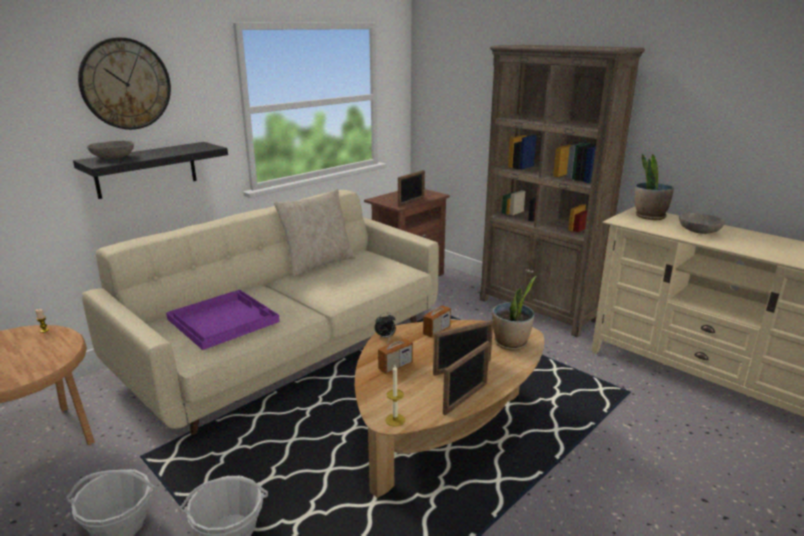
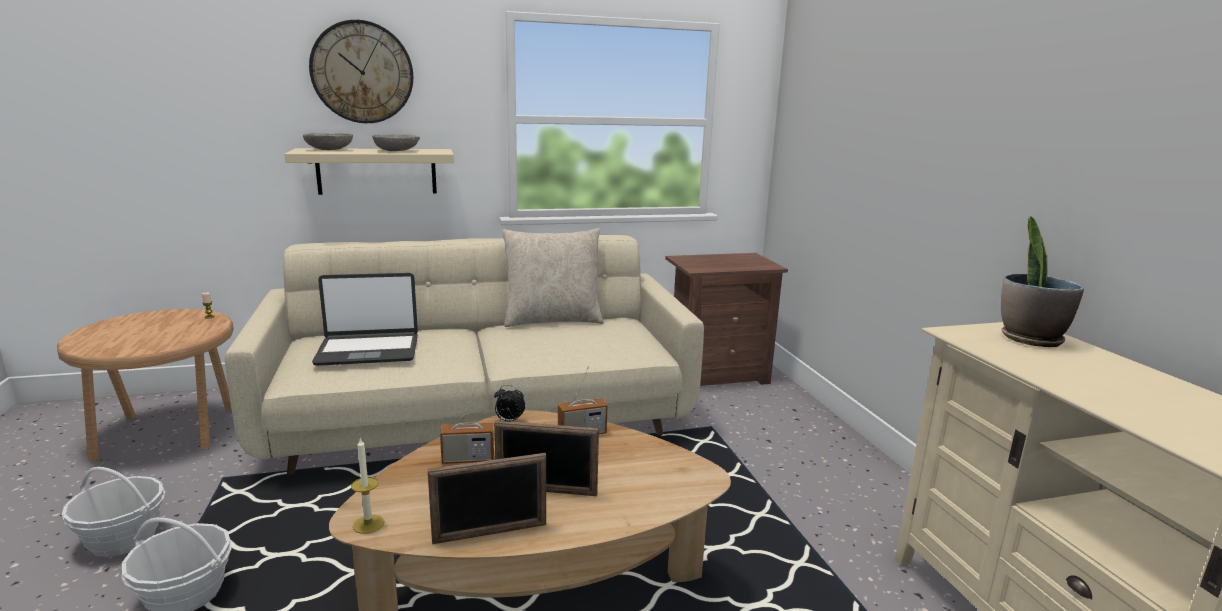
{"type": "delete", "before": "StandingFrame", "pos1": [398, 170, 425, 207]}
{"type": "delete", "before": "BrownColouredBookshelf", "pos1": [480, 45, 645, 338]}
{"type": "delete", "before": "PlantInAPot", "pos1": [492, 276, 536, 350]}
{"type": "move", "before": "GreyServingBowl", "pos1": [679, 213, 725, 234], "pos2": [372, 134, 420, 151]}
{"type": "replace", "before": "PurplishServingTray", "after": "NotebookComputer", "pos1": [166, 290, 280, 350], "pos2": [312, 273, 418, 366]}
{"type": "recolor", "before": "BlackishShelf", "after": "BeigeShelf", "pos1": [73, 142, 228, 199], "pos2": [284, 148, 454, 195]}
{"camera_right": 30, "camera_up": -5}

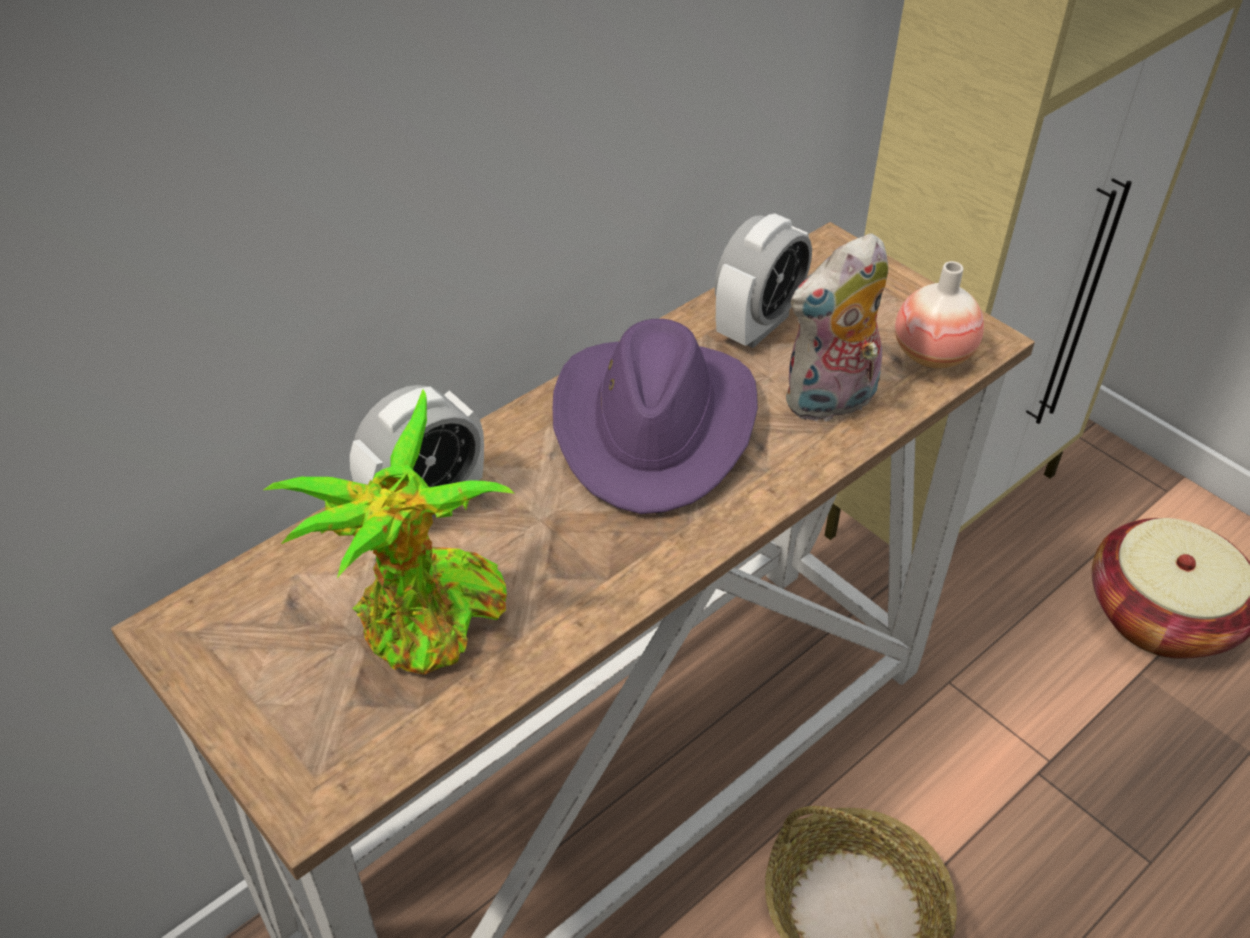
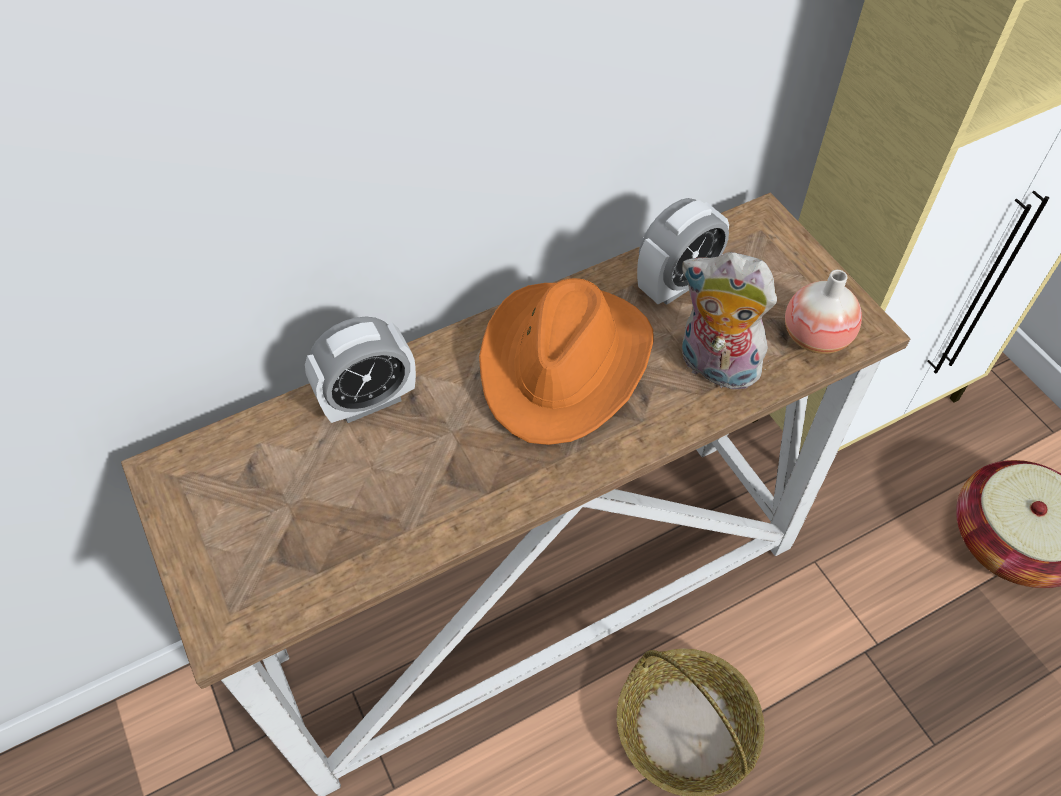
{"type": "delete", "before": "PlantInAPot", "pos1": [263, 389, 515, 675]}
{"type": "recolor", "before": "PurplishWearableHat", "after": "OrangeWearableHat", "pos1": [553, 319, 758, 514], "pos2": [479, 278, 654, 445]}
{"type": "rotate", "before": "PlushToy", "pos1": [786, 233, 888, 422], "pos2": [681, 252, 777, 389], "turn": 45}
{"camera_right": 15, "camera_up": 10}

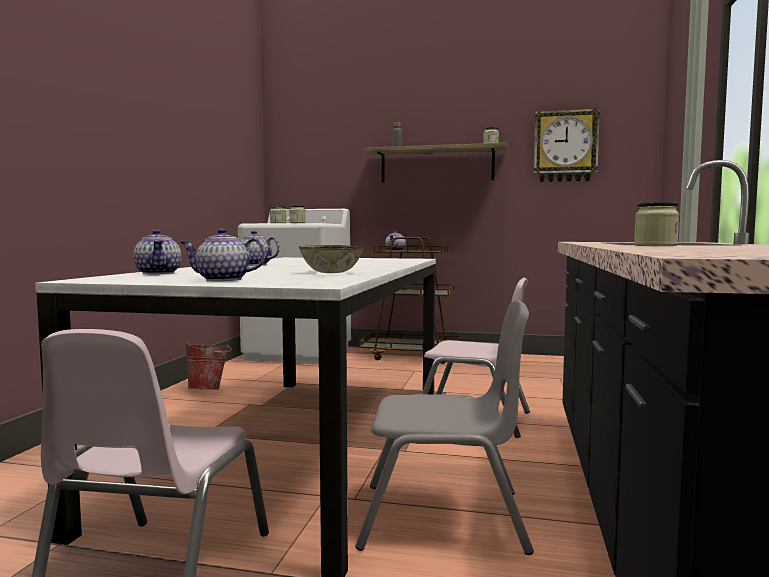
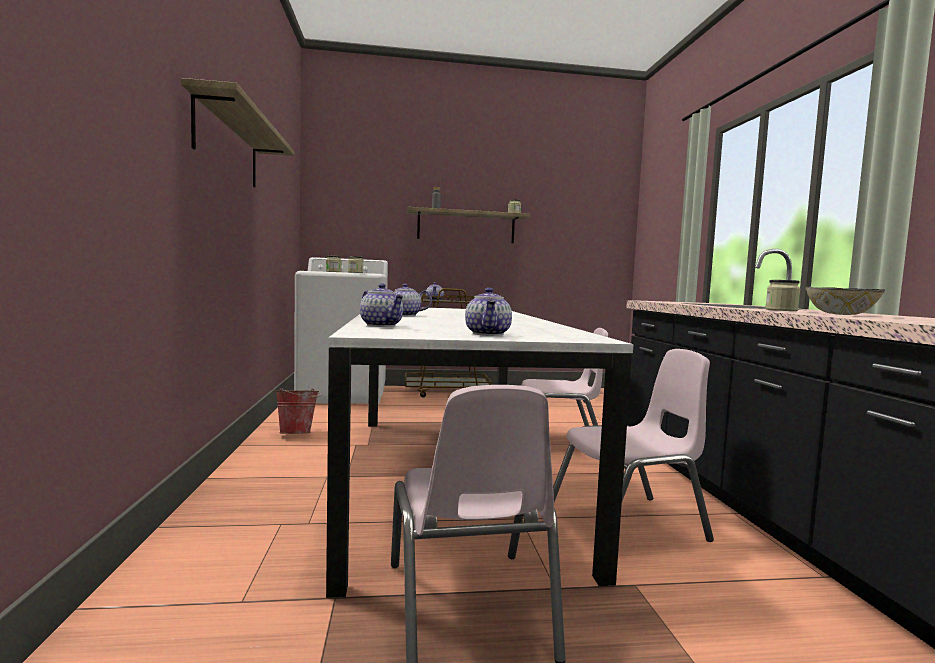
{"type": "delete", "before": "ClockOnTheWall", "pos1": [534, 108, 600, 182]}
{"type": "insert", "after": "Shelf", "pos2": [181, 78, 294, 187]}
{"type": "move", "before": "ServingBowl", "pos1": [299, 245, 364, 273], "pos2": [805, 287, 885, 315]}
{"type": "recolor", "before": "GreyChair", "after": "PinkColouredChair", "pos1": [355, 300, 534, 555], "pos2": [553, 349, 714, 542]}
{"type": "rotate", "before": "TeaPot", "pos1": [180, 228, 266, 281], "pos2": [465, 288, 512, 336], "turn": -75}
{"camera_right": -20, "camera_up": 0}

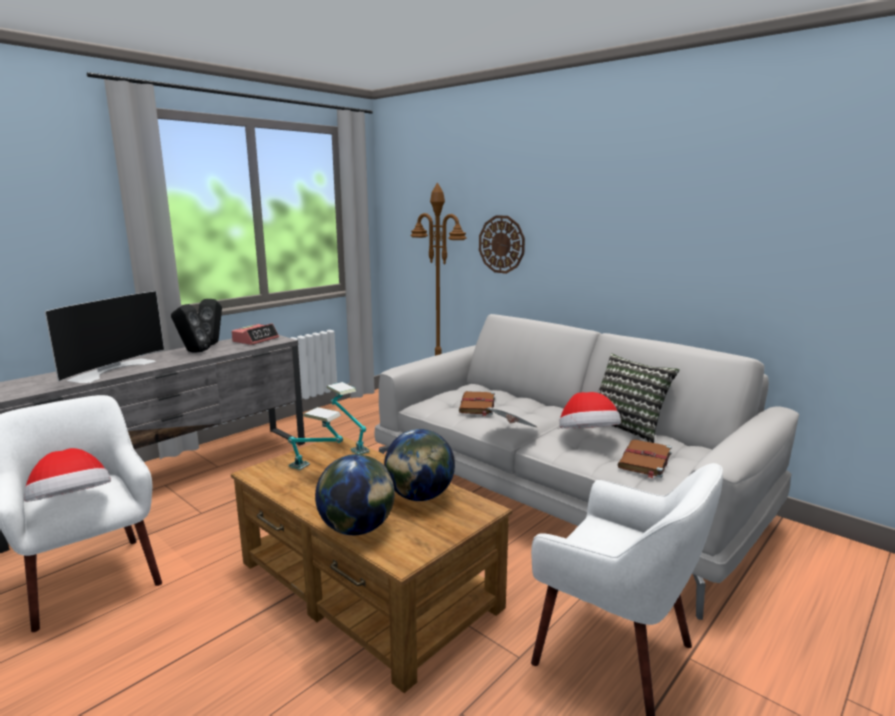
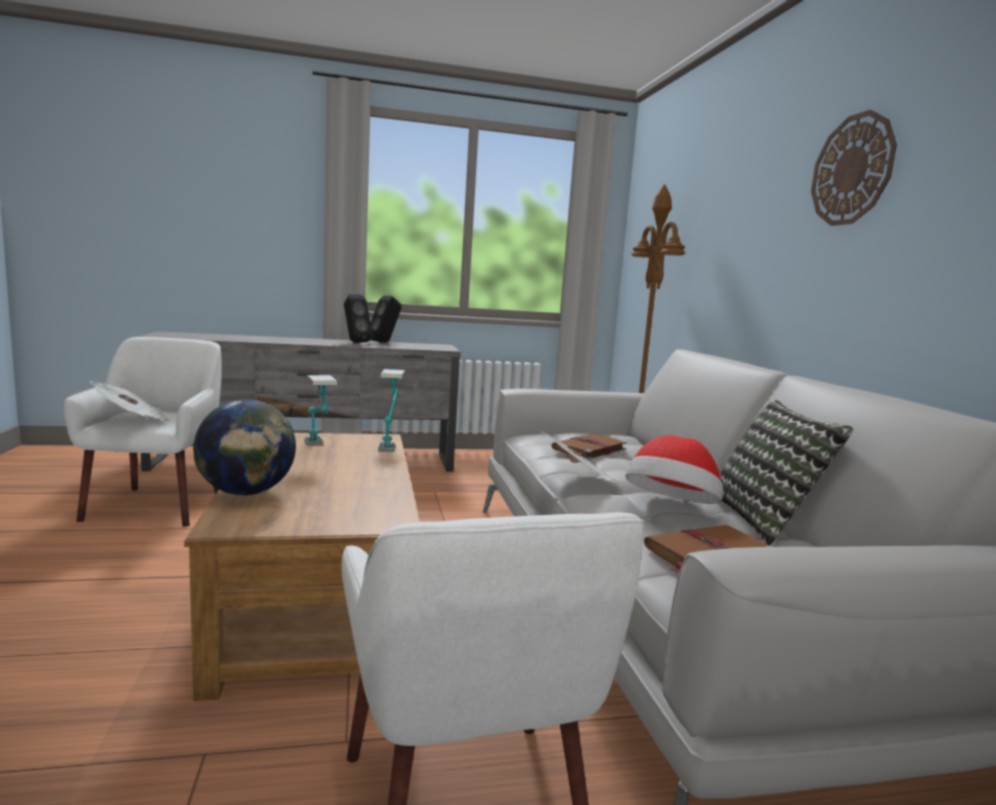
{"type": "delete", "before": "Television", "pos1": [44, 291, 164, 383]}
{"type": "delete", "before": "TableClock", "pos1": [231, 323, 279, 345]}
{"type": "delete", "before": "WorldGlobe", "pos1": [384, 429, 455, 501]}
{"type": "move", "before": "ClockOnTheWall", "pos1": [479, 215, 525, 274], "pos2": [811, 110, 897, 226]}
{"type": "replace", "before": "WearableHat", "after": "PrintedPaper", "pos1": [24, 448, 111, 502], "pos2": [89, 381, 170, 422]}
{"camera_right": 35, "camera_up": -5}

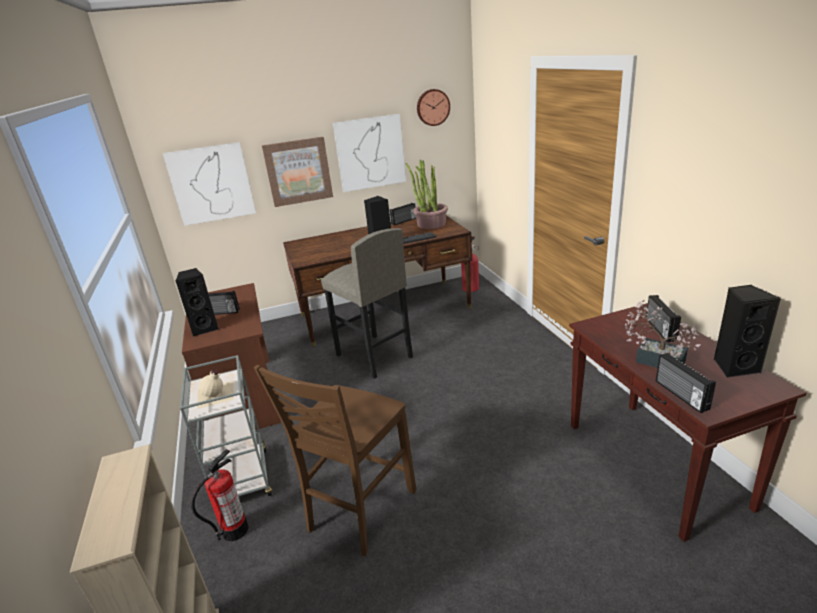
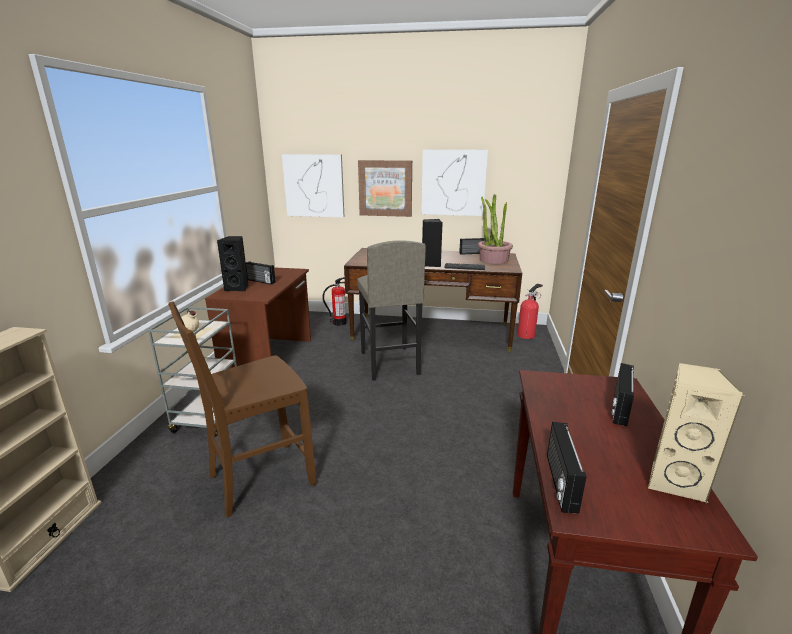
{"type": "delete", "before": "ClockOnTheWall", "pos1": [417, 89, 450, 126]}
{"type": "delete", "before": "PlantInAPot", "pos1": [625, 300, 701, 368]}
{"type": "move", "before": "Extinguisher", "pos1": [191, 449, 249, 541], "pos2": [322, 277, 347, 326]}
{"type": "recolor", "before": "BlackishLoudspeaker", "after": "BeigeLoudspeaker", "pos1": [714, 285, 781, 378], "pos2": [648, 363, 744, 503]}
{"camera_right": 25, "camera_up": -5}

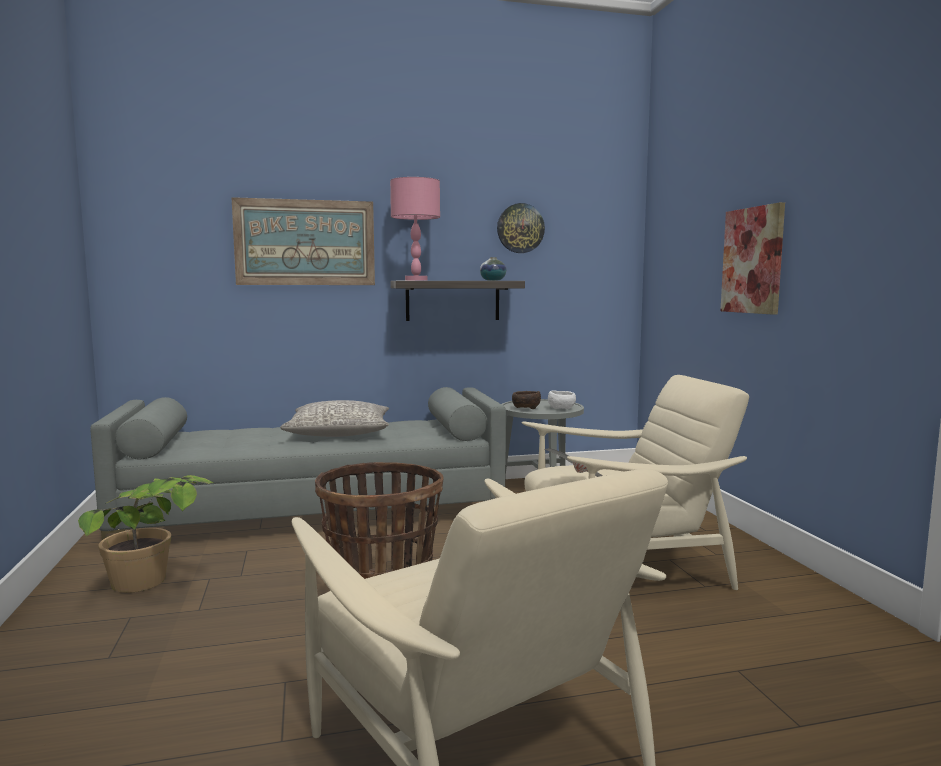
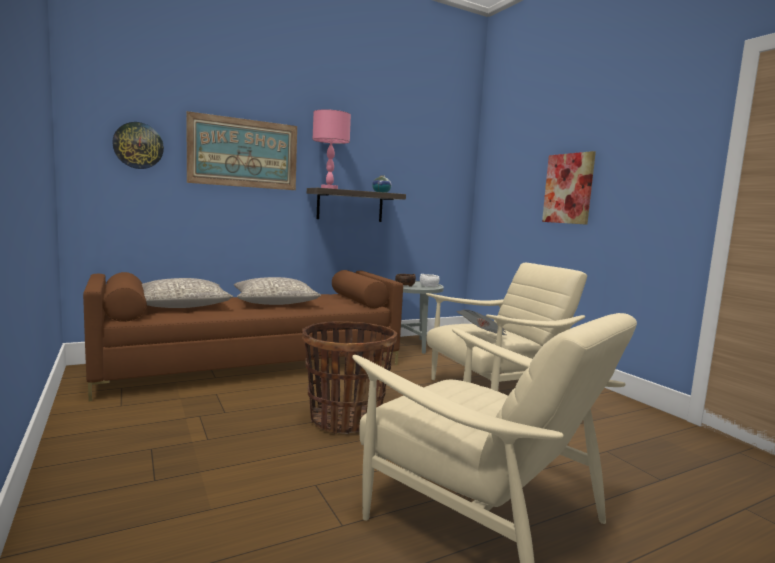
{"type": "delete", "before": "PlantInAPot", "pos1": [78, 475, 214, 593]}
{"type": "insert", "after": "GreyCushion", "pos2": [142, 278, 233, 308]}
{"type": "move", "before": "ClockOnTheWall", "pos1": [497, 203, 545, 253], "pos2": [112, 122, 164, 169]}
{"type": "recolor", "before": "GreyCouch", "after": "BrownColouredCouch", "pos1": [90, 387, 506, 540], "pos2": [83, 270, 403, 401]}
{"camera_right": -15, "camera_up": 0}

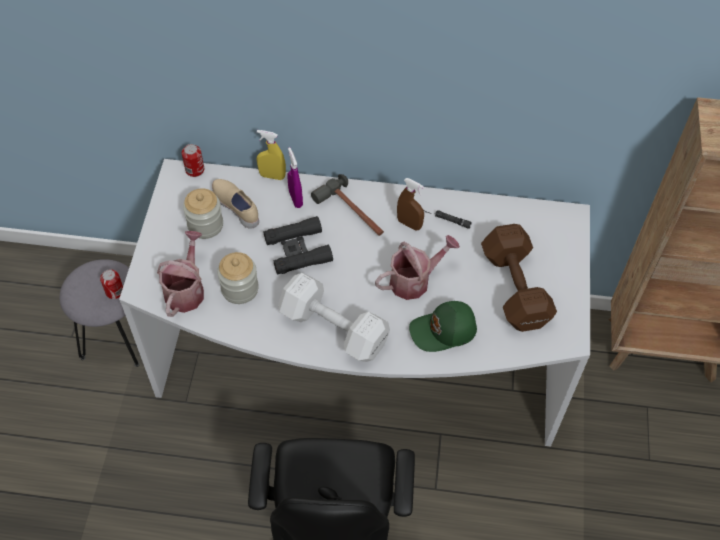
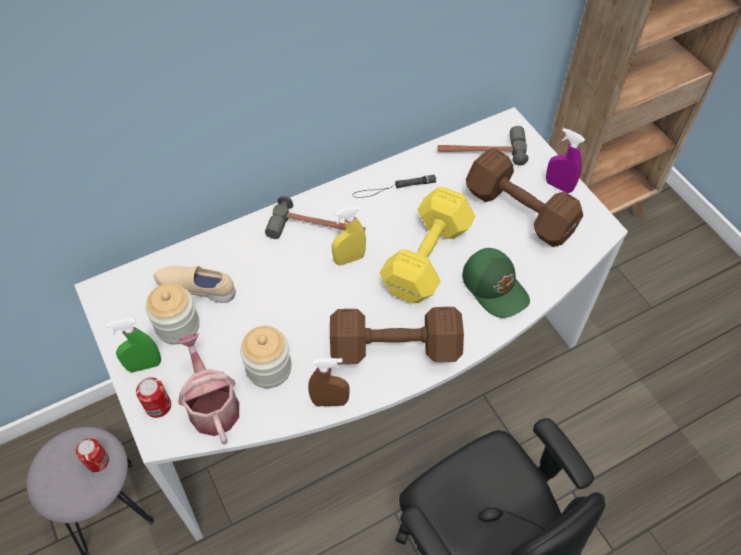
{"type": "delete", "before": "BlackishFieldGlasses", "pos1": [264, 216, 333, 275]}
{"type": "insert", "after": "GreenColouredSprayer", "pos2": [105, 318, 161, 372]}
{"type": "insert", "after": "ToolHammer", "pos2": [438, 126, 529, 165]}
{"type": "move", "before": "Can", "pos1": [182, 144, 204, 177], "pos2": [136, 378, 171, 418]}
{"type": "move", "before": "YellowColouredSprayer", "pos1": [257, 130, 286, 180], "pos2": [332, 206, 366, 265]}
{"type": "move", "before": "PurplishSprayer", "pos1": [287, 148, 303, 208], "pos2": [546, 128, 585, 193]}
{"type": "move", "before": "BrownColouredSprayer", "pos1": [397, 178, 424, 231], "pos2": [308, 358, 350, 406]}
{"type": "replace", "before": "WateringPot", "after": "YellowColouredDumbbell", "pos1": [375, 235, 460, 300], "pos2": [380, 187, 475, 303]}
{"type": "recolor", "before": "WhiteColouredDumbbell", "after": "BrownColouredDumbbell", "pos1": [278, 273, 390, 362], "pos2": [330, 307, 464, 364]}
{"type": "rotate", "before": "GreenColouredCap", "pos1": [409, 301, 477, 352], "pos2": [462, 248, 530, 318], "turn": -75}
{"camera_right": -35, "camera_up": 0}

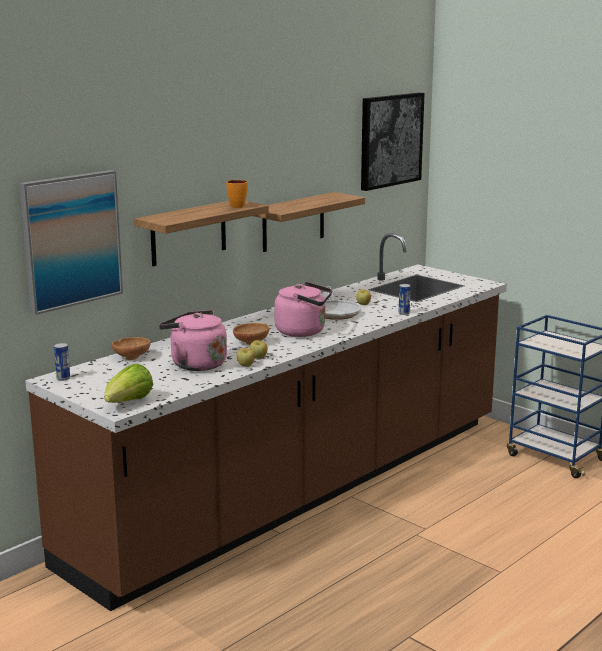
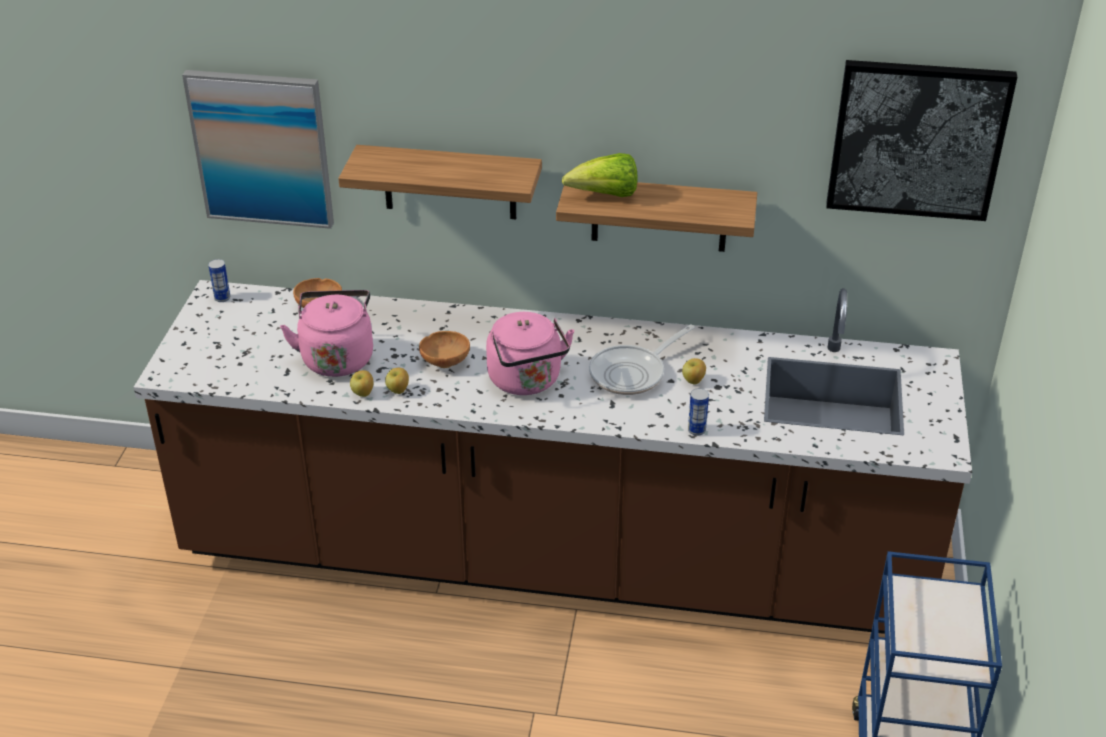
{"type": "delete", "before": "OrangeTeaMug", "pos1": [226, 180, 248, 208]}
{"type": "move", "before": "HeadOfLettuce", "pos1": [104, 363, 153, 403], "pos2": [562, 153, 637, 197]}
{"camera_right": 55, "camera_up": 20}

